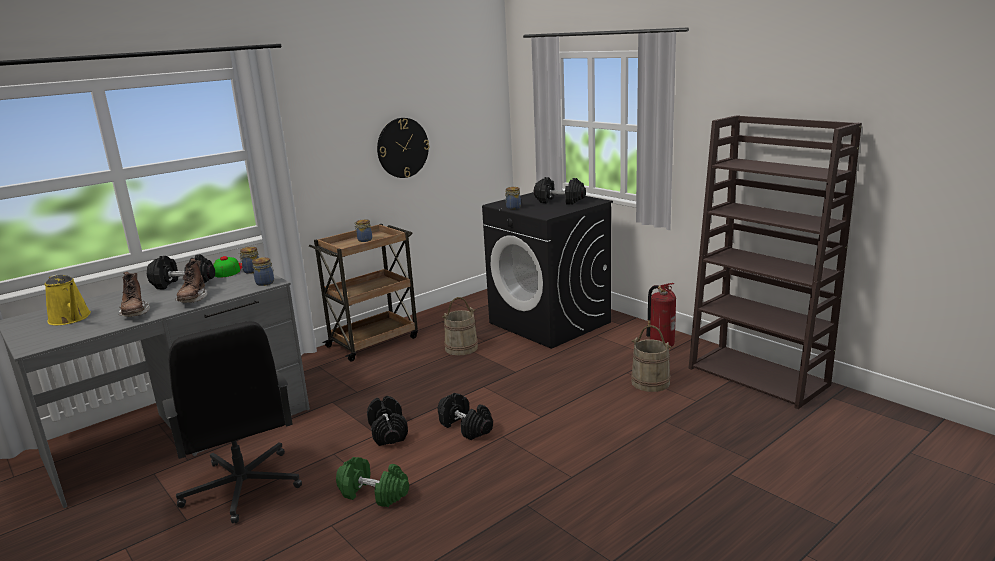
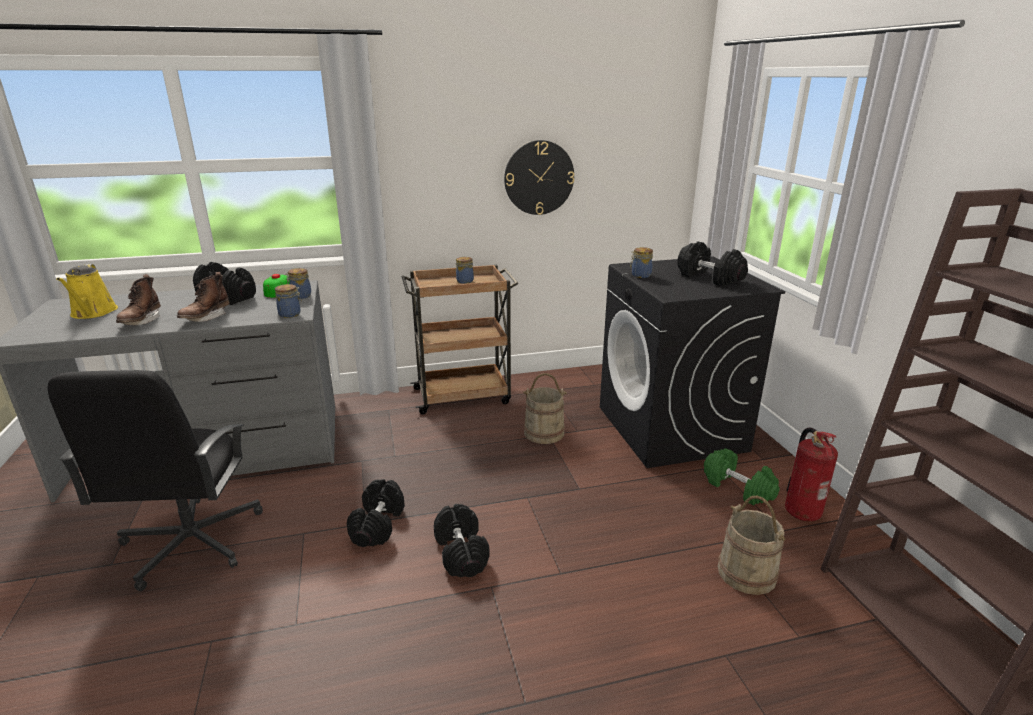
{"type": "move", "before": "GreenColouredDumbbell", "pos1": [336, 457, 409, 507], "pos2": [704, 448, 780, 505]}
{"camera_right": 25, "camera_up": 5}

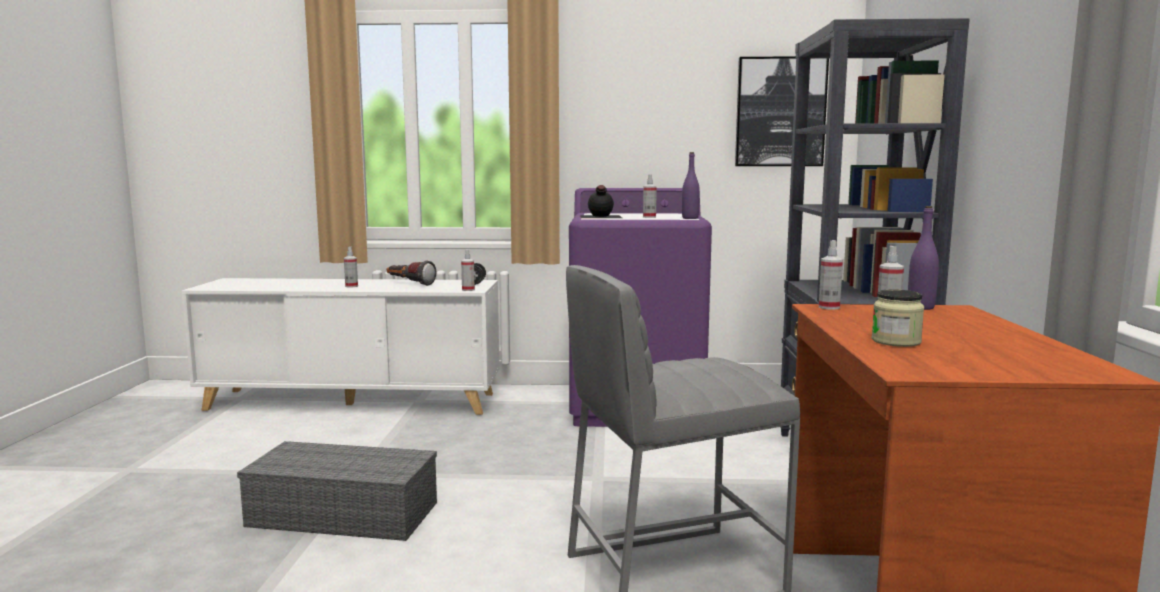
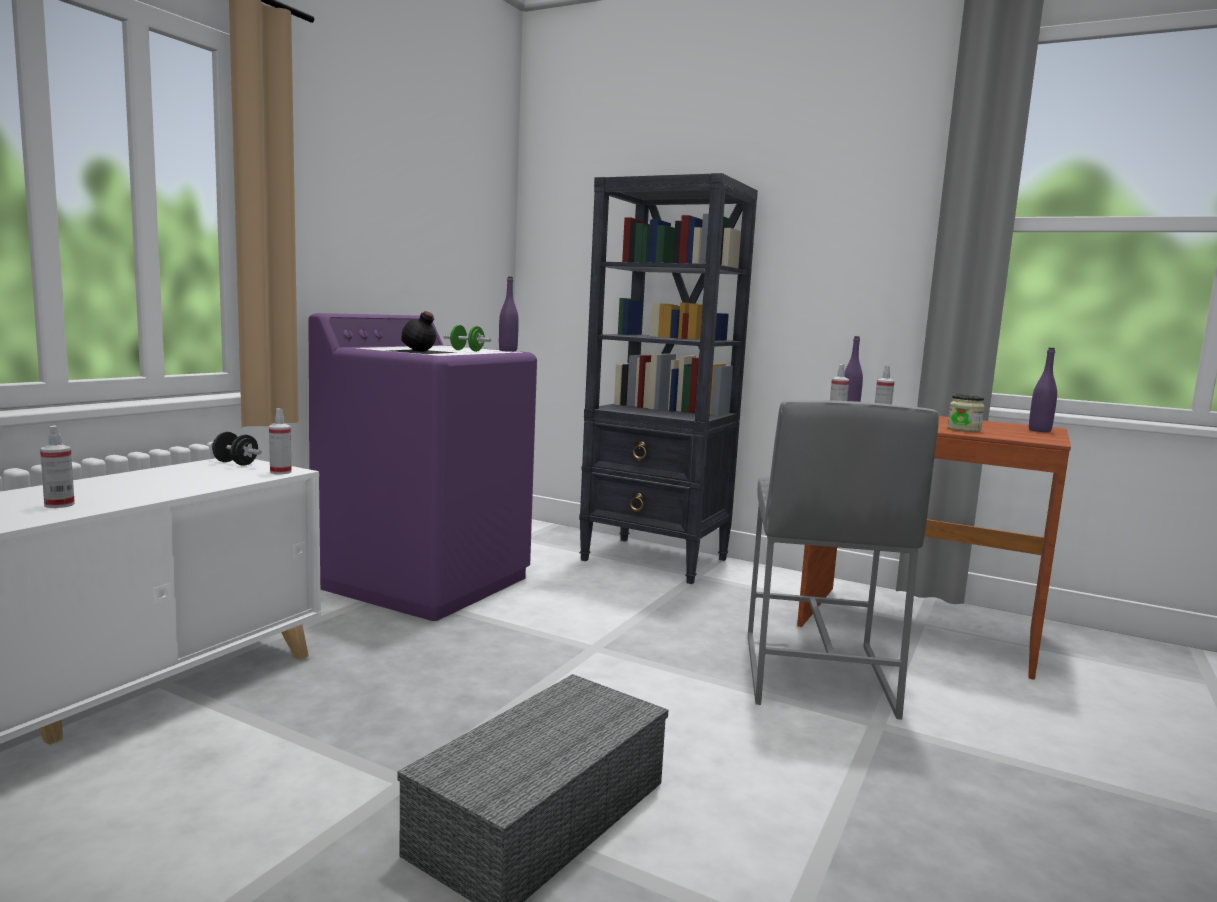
{"type": "delete", "before": "HandTorch", "pos1": [387, 260, 436, 286]}
{"type": "delete", "before": "Picture", "pos1": [735, 56, 829, 166]}
{"type": "insert", "after": "PurplishBottle", "pos2": [1029, 348, 1057, 432]}
{"type": "replace", "before": "Sprayer", "after": "GreenColouredDumbbell", "pos1": [643, 174, 657, 218], "pos2": [444, 325, 491, 352]}
{"camera_right": -65, "camera_up": 0}

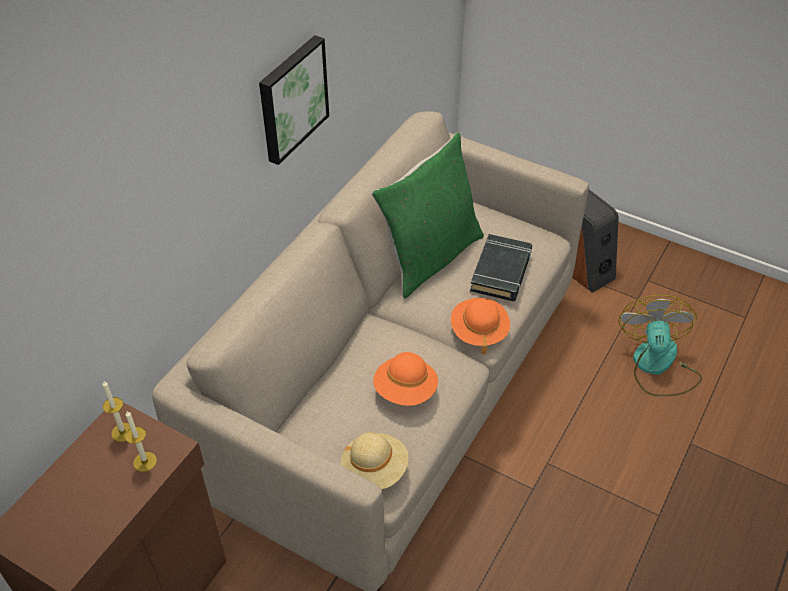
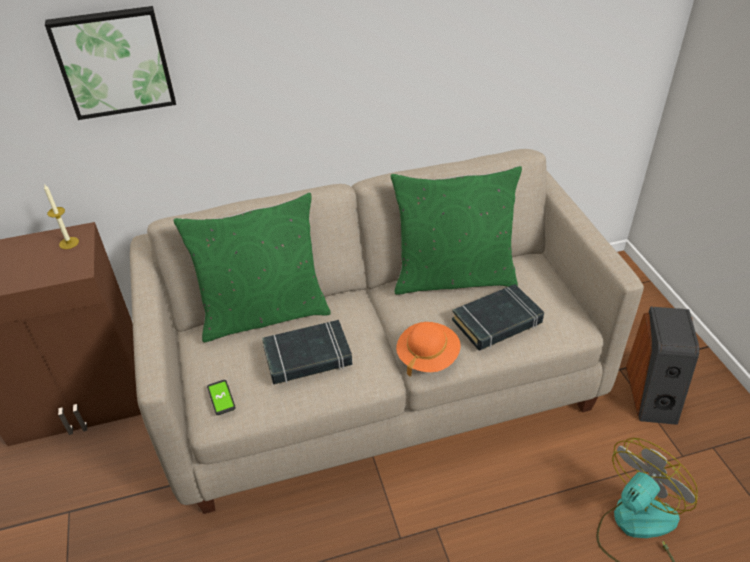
{"type": "delete", "before": "Candle", "pos1": [125, 411, 157, 472]}
{"type": "insert", "after": "GreenColouredCushion", "pos2": [173, 193, 331, 342]}
{"type": "move", "before": "Picture", "pos1": [259, 35, 329, 165], "pos2": [45, 6, 176, 120]}
{"type": "replace", "before": "BeigeWearableHat", "after": "Phone", "pos1": [340, 432, 409, 489], "pos2": [207, 380, 236, 415]}
{"type": "replace", "before": "OrangeWearableHat", "after": "BlackishBook", "pos1": [373, 352, 438, 406], "pos2": [262, 320, 352, 384]}
{"camera_right": 45, "camera_up": -5}

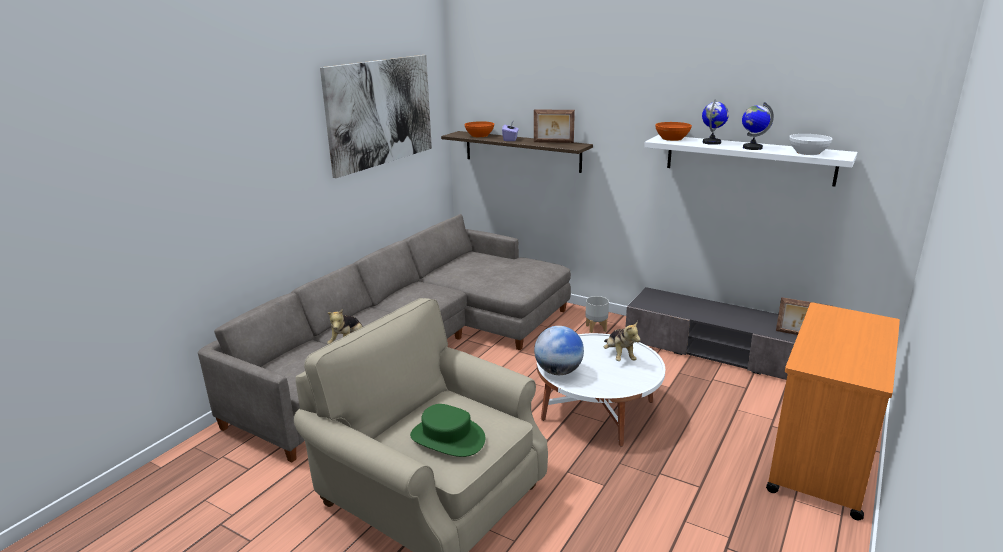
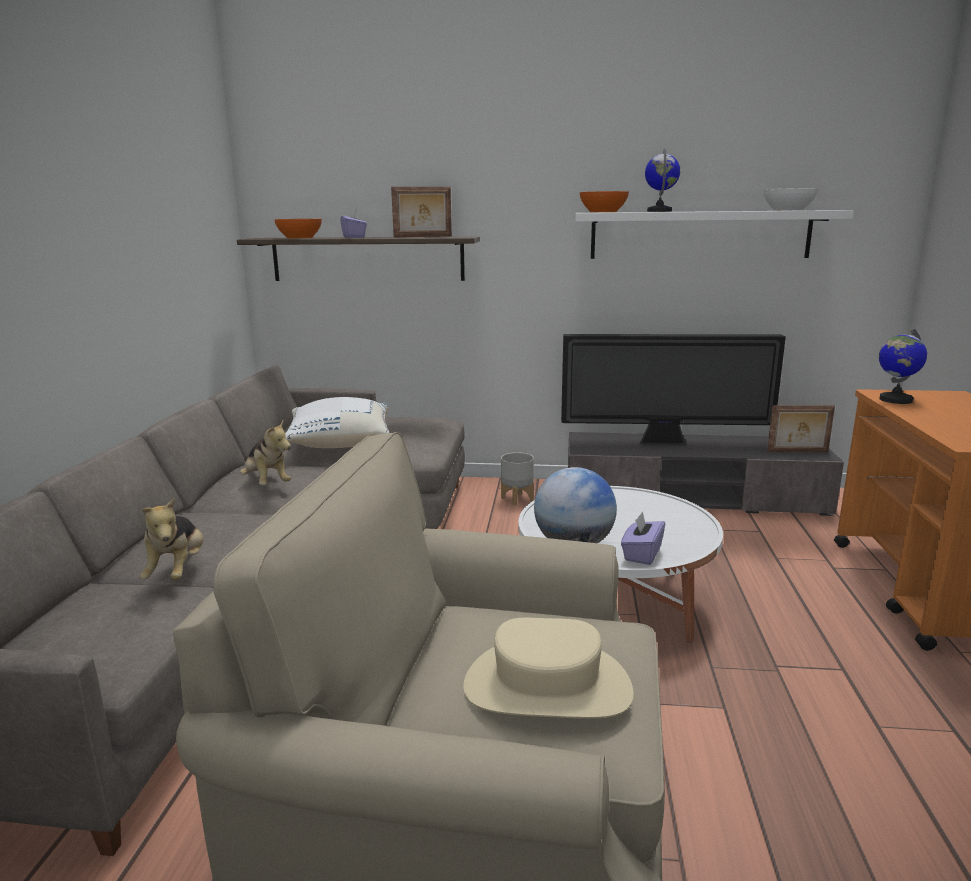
{"type": "delete", "before": "Picture", "pos1": [320, 55, 432, 178]}
{"type": "insert", "after": "WhiteColouredCushion", "pos2": [285, 397, 389, 448]}
{"type": "insert", "after": "Television", "pos2": [561, 334, 786, 445]}
{"type": "insert", "after": "PurplishBoxOfTissues", "pos2": [621, 511, 665, 565]}
{"type": "move", "before": "PlushToy", "pos1": [604, 321, 640, 361], "pos2": [240, 420, 291, 485]}
{"type": "move", "before": "WorldGlobe", "pos1": [742, 102, 774, 150], "pos2": [879, 329, 927, 404]}
{"type": "recolor", "before": "GreenColouredWearableHat", "after": "BeigeWearableHat", "pos1": [410, 404, 485, 457], "pos2": [464, 618, 633, 719]}
{"camera_right": -25, "camera_up": -5}

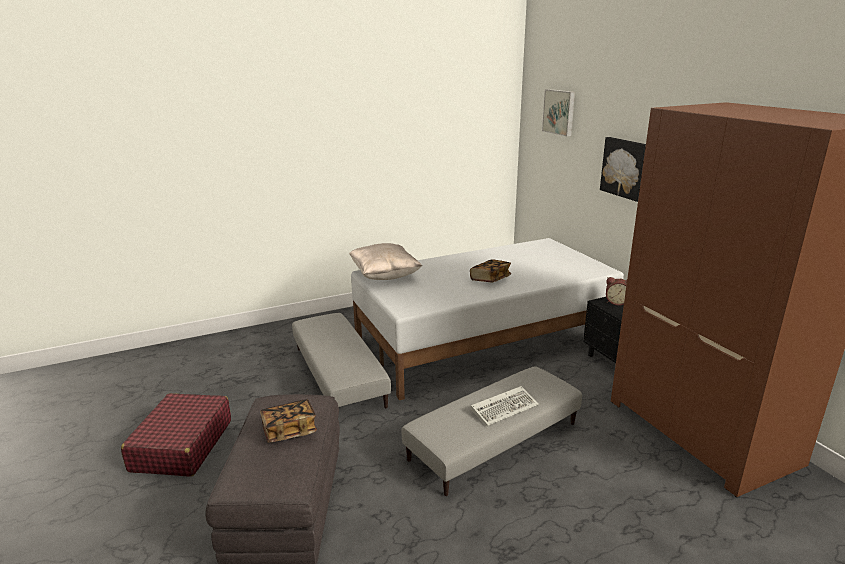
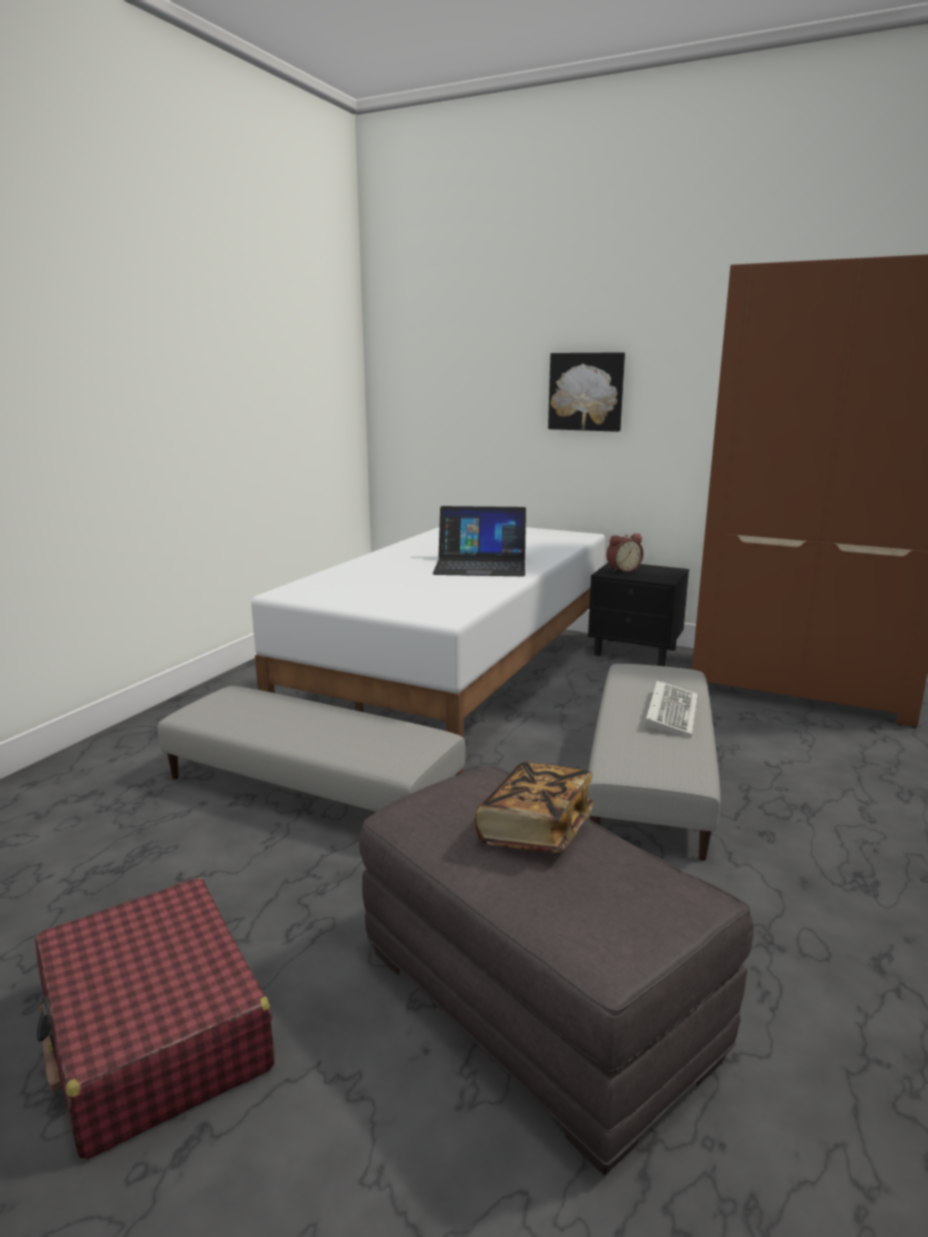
{"type": "delete", "before": "BeigeCushion", "pos1": [349, 243, 422, 280]}
{"type": "delete", "before": "Picture", "pos1": [542, 89, 575, 136]}
{"type": "replace", "before": "Book", "after": "NotebookComputer", "pos1": [470, 259, 511, 282], "pos2": [433, 506, 526, 576]}
{"camera_right": -40, "camera_up": -5}

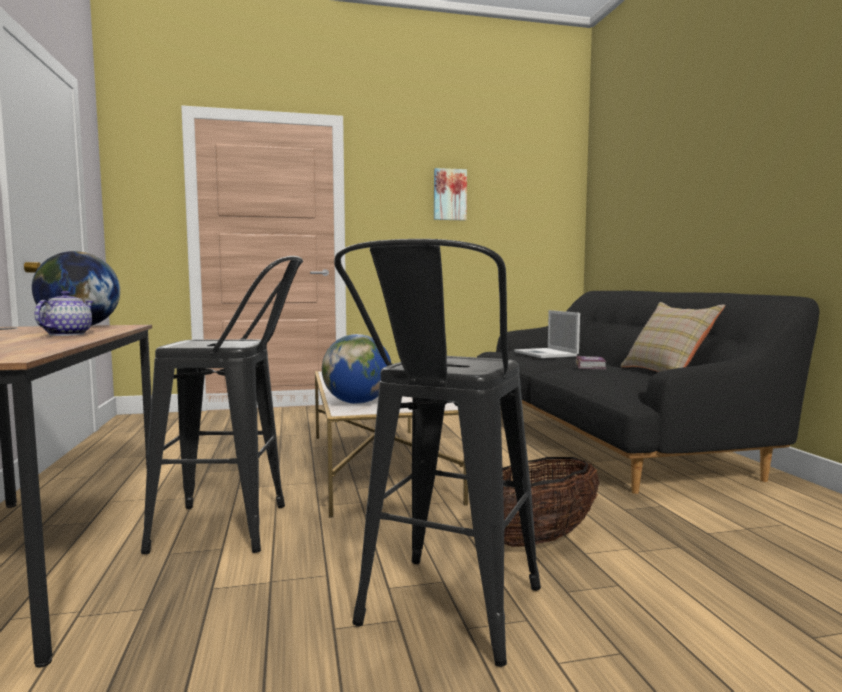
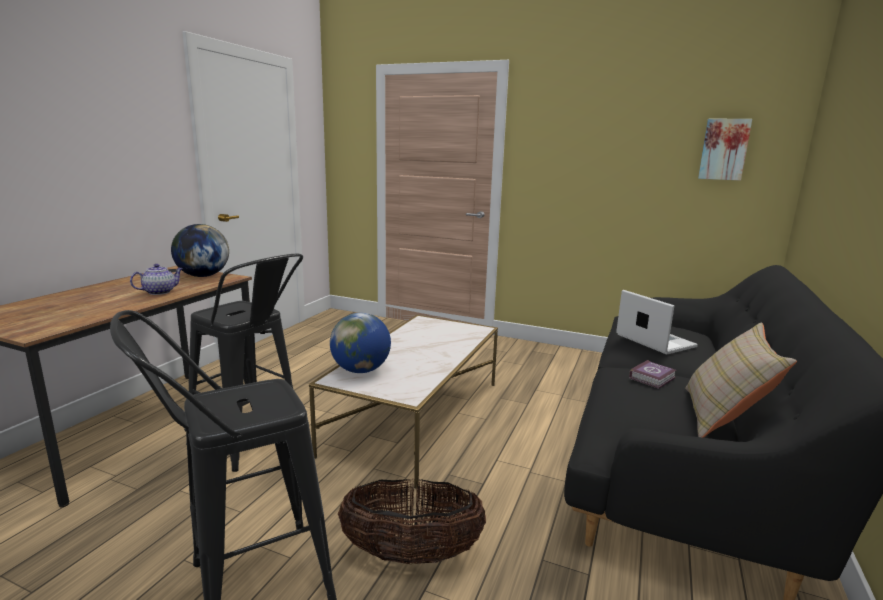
{"type": "move", "before": "Picture", "pos1": [434, 168, 467, 221], "pos2": [698, 119, 752, 181]}
{"type": "rotate", "before": "NotebookComputer", "pos1": [514, 310, 580, 358], "pos2": [616, 290, 698, 355], "turn": 135}
{"camera_right": 35, "camera_up": 10}

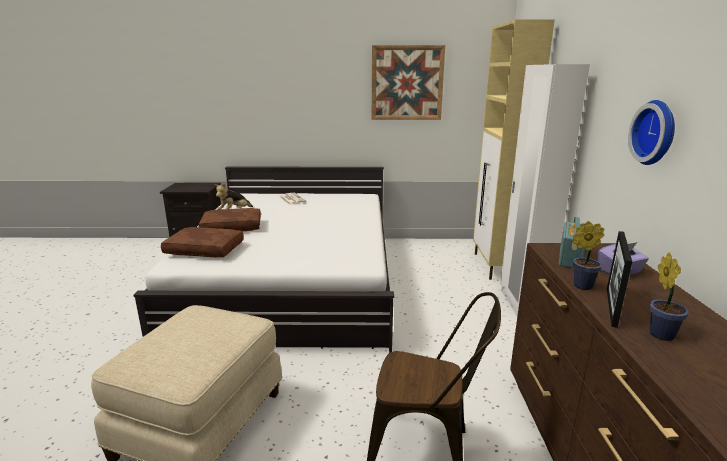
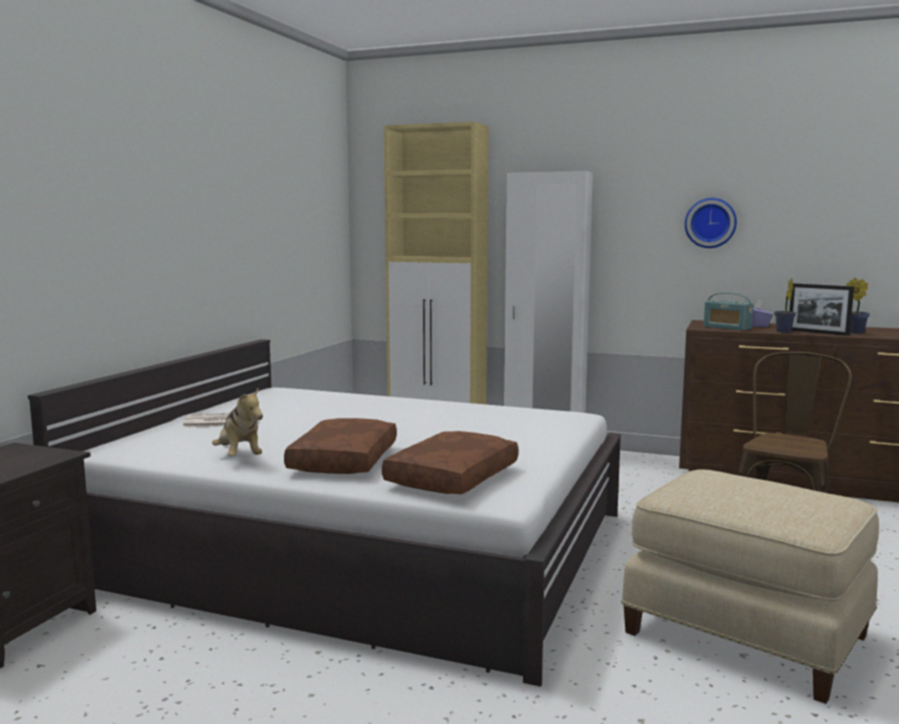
{"type": "delete", "before": "Picture", "pos1": [372, 45, 445, 120]}
{"camera_right": -70, "camera_up": -10}

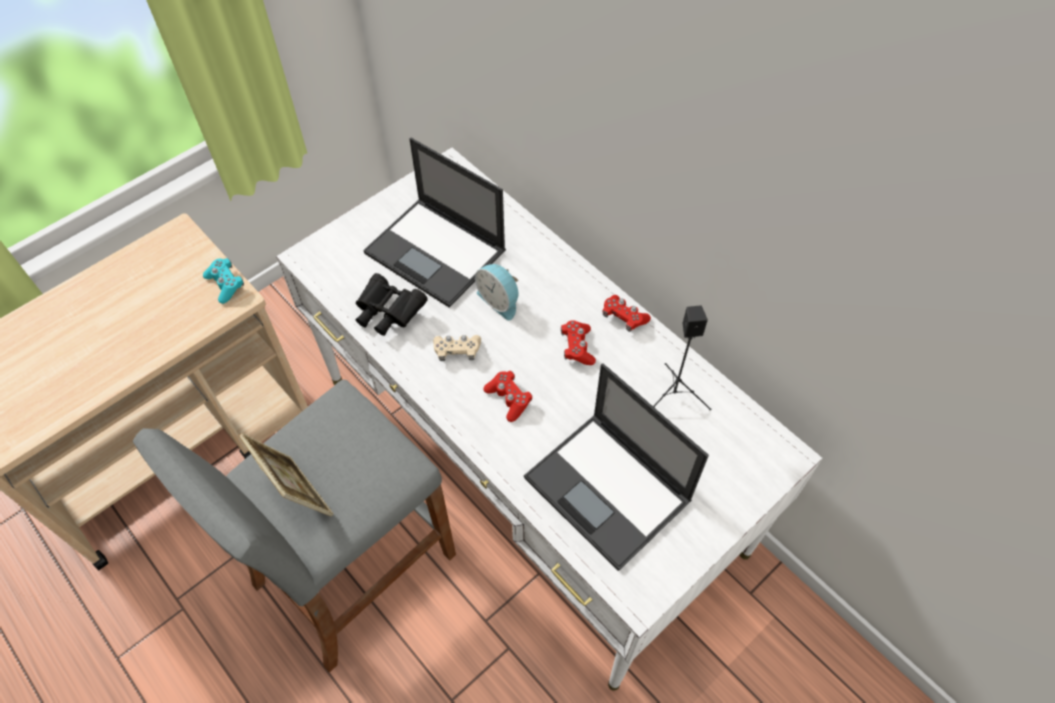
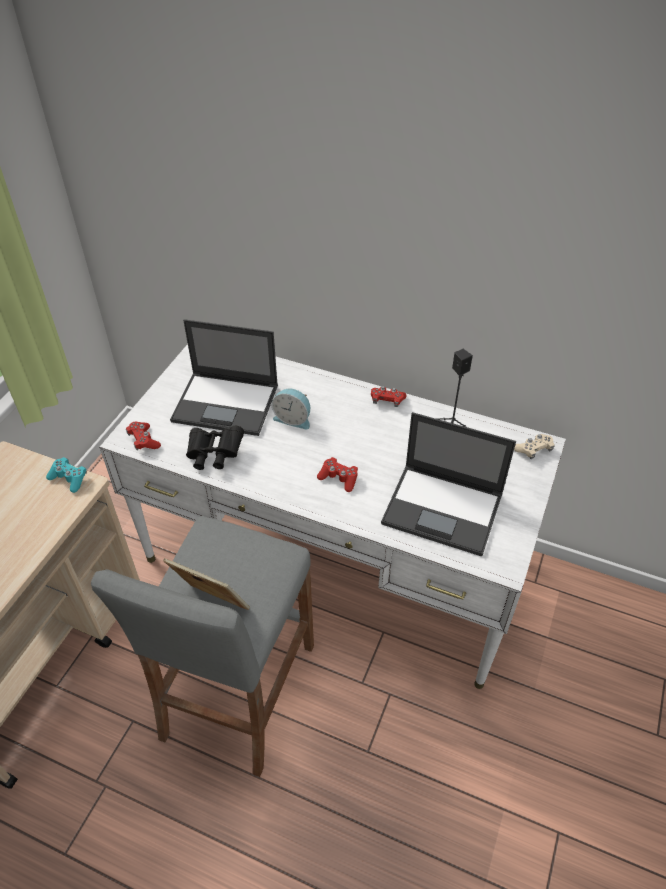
{"type": "move", "before": "BeigeGamepad", "pos1": [433, 335, 481, 361], "pos2": [514, 434, 555, 459]}
{"type": "move", "before": "RedGamepad", "pos1": [561, 320, 596, 365], "pos2": [126, 422, 161, 450]}
{"camera_right": -25, "camera_up": -10}

